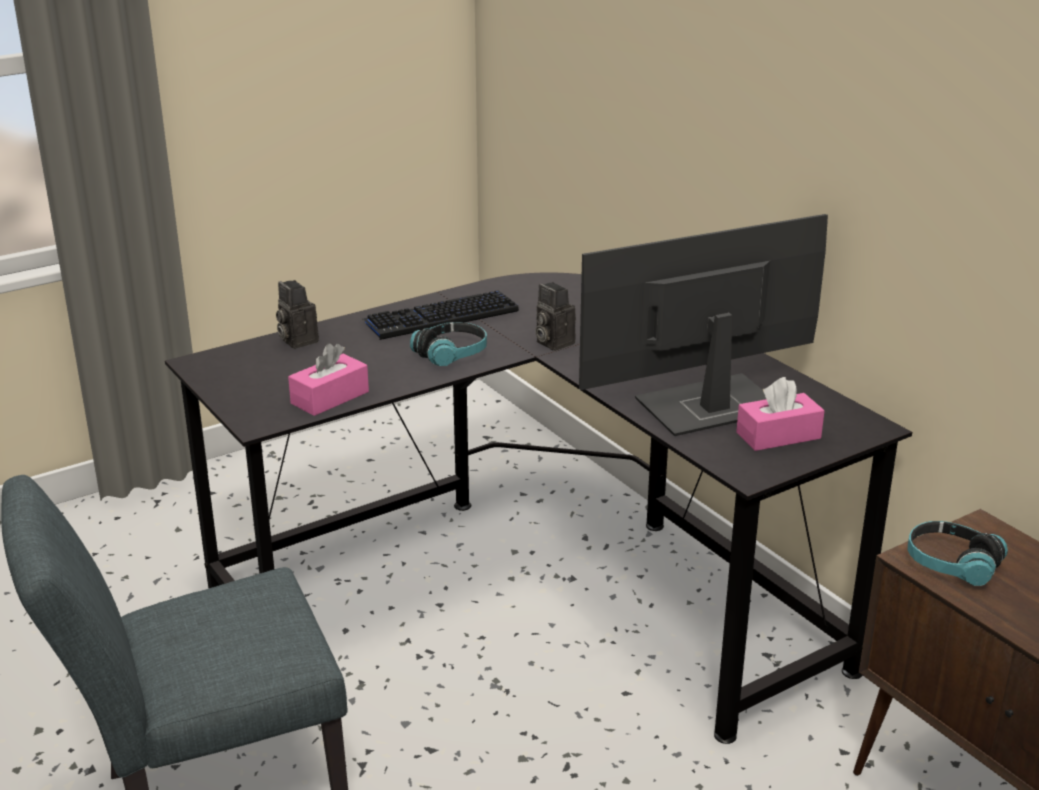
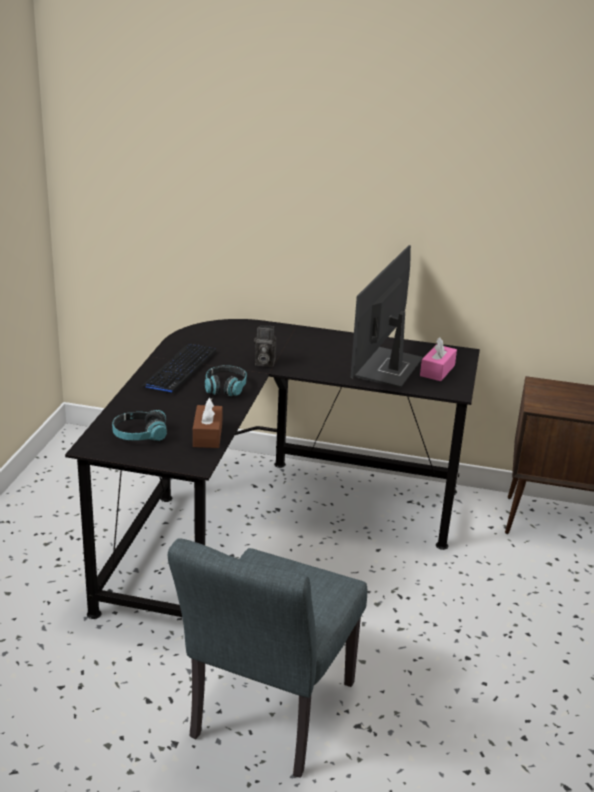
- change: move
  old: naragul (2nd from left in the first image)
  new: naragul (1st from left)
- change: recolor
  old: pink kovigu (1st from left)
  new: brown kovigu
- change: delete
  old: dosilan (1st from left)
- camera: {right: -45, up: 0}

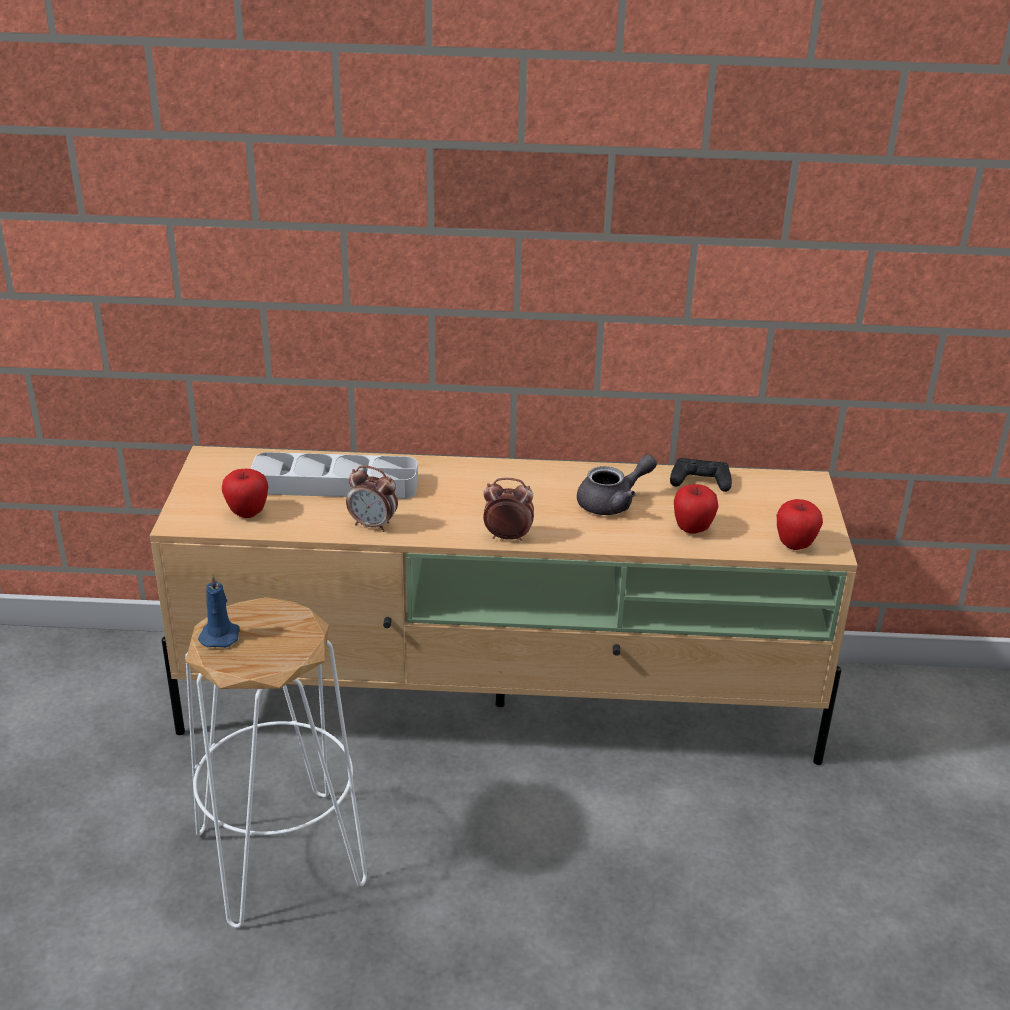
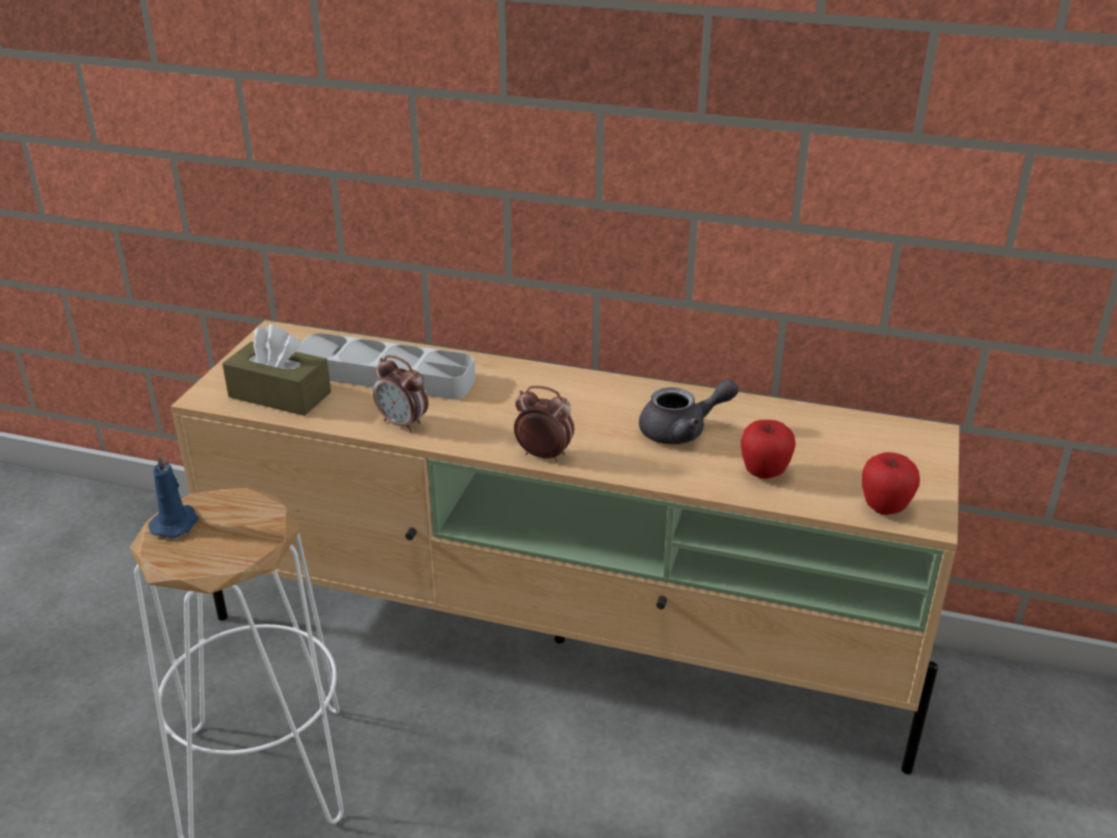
- change: replace
  old: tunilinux (1st from left)
  new: brown kovigu
- change: delete
  old: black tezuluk
- camera: {right: 15, up: 0}

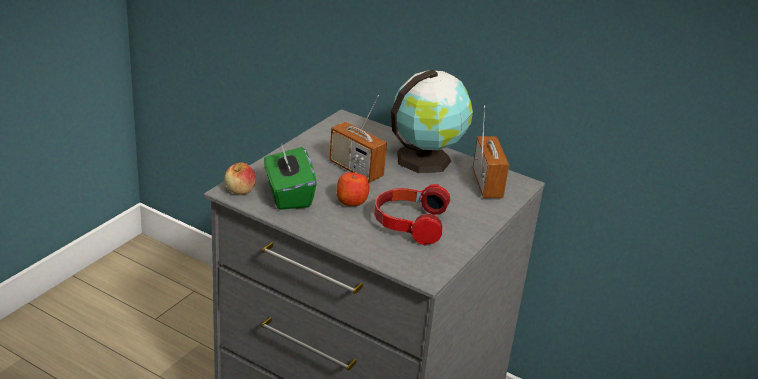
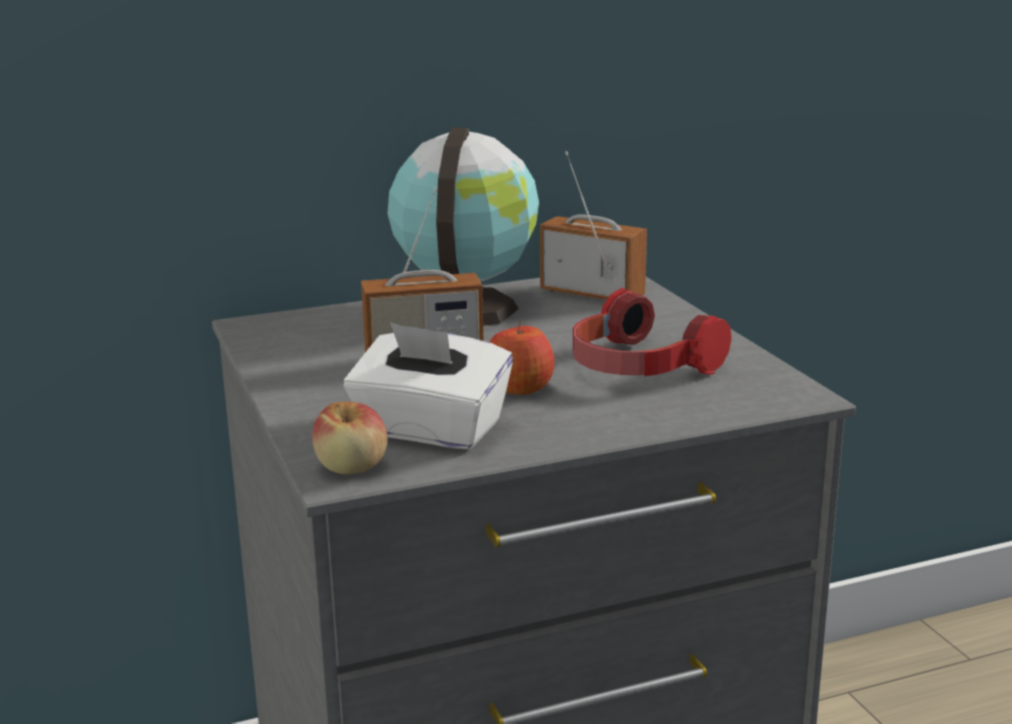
- change: recolor
  old: green kovigu
  new: white kovigu
- camera: {right: -50, up: -10}

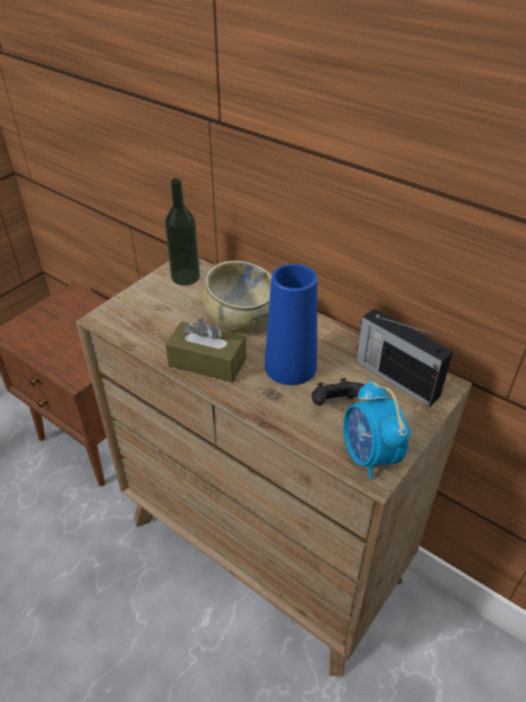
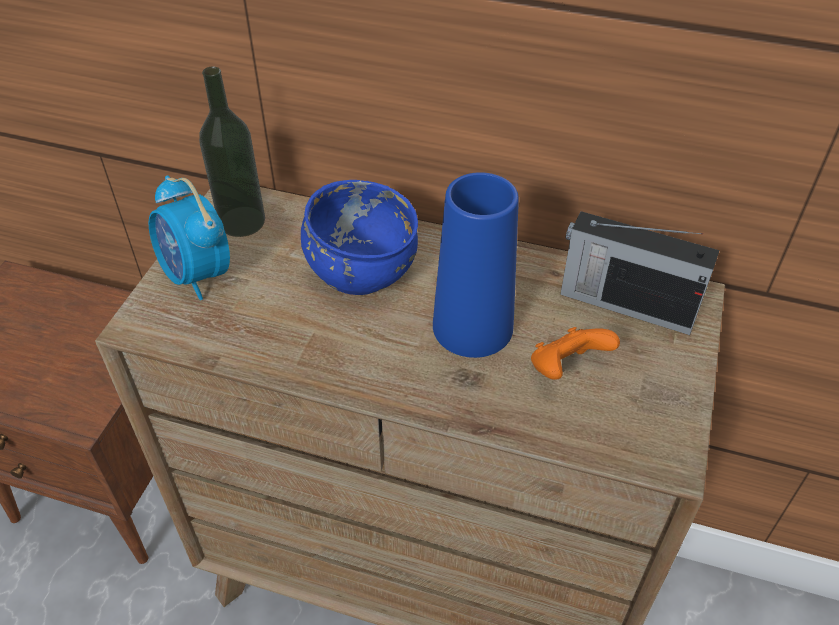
- change: move
  old: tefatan
- change: recolor
  old: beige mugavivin
  new: blue mugavivin
- change: recolor
  old: black tezuluk
  new: orange tezuluk
- change: delete
  old: brown kovigu
- camera: {right: -20, up: 5}

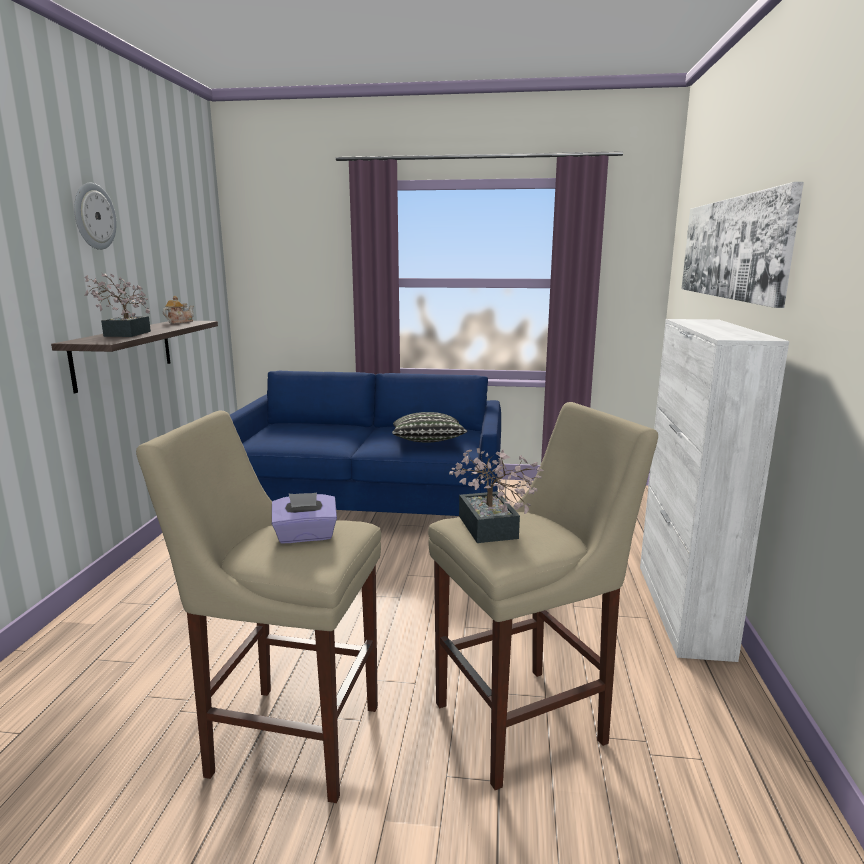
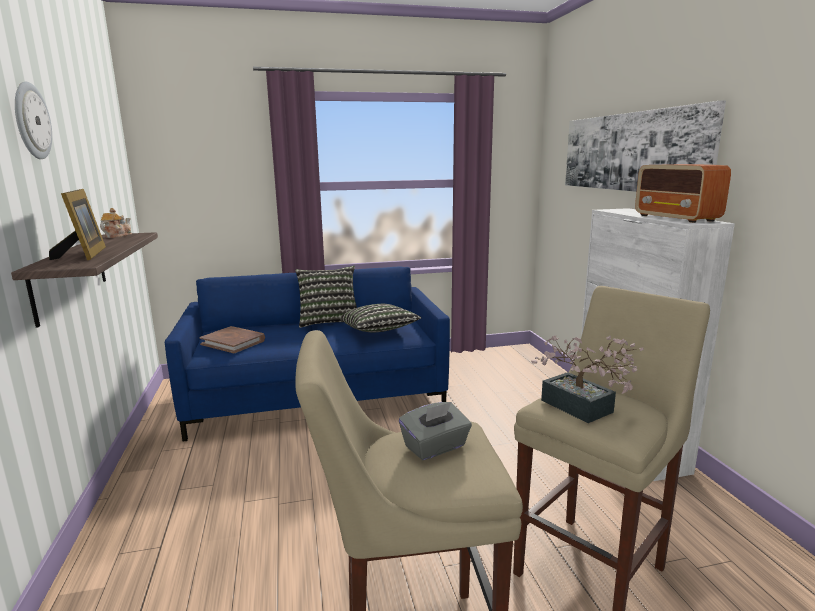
- change: replace
  old: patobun (1st from left)
  new: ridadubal
- change: insert
  new: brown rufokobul
- change: insert
  new: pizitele (1st from left)
- change: recolor
  old: purple kovigu
  new: grey kovigu
- change: insert
  new: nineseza
- camera: {right: -20, up: 0}

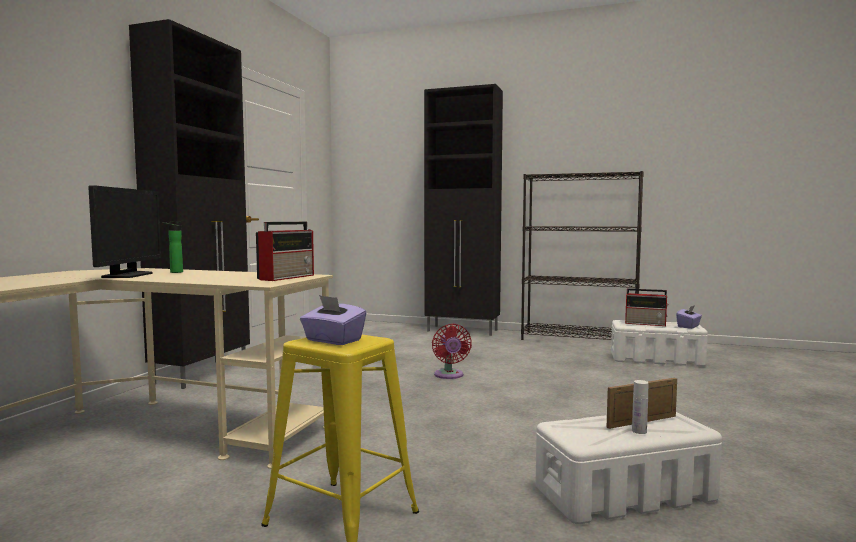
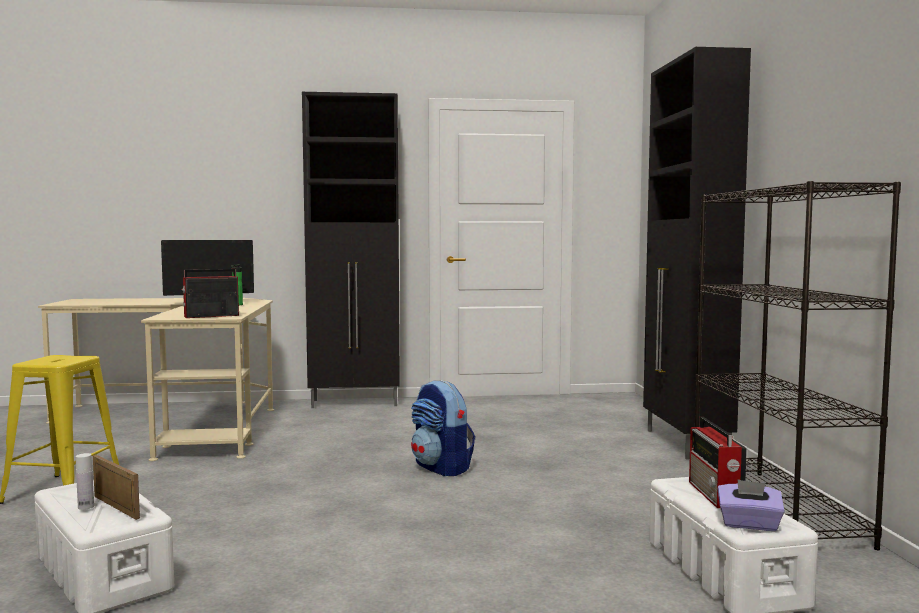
- change: rotate
  old: nineseza (1st from left)
  degrees: 150
- change: replace
  old: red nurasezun
  new: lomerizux
- change: delete
  old: purple kovigu (1st from left)
- camera: {right: 65, up: 0}

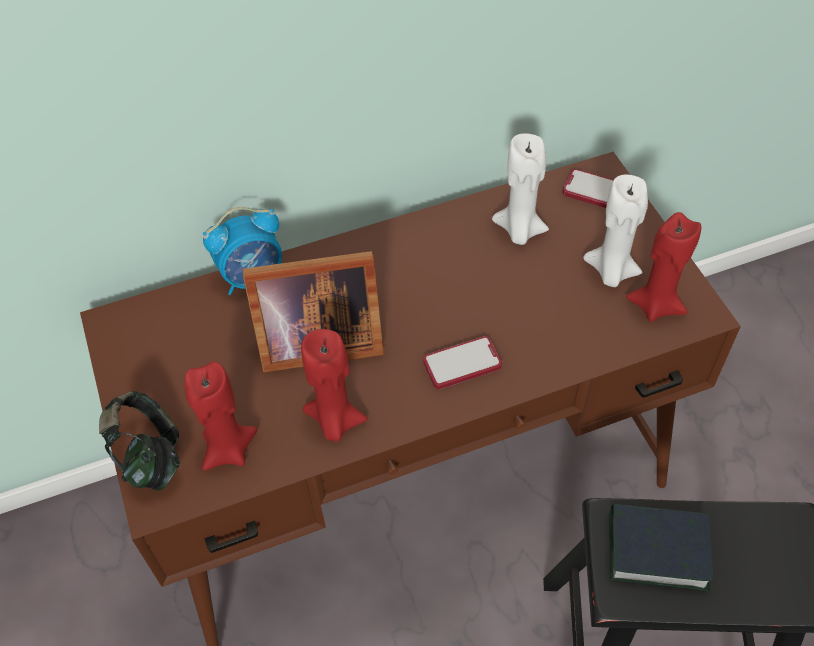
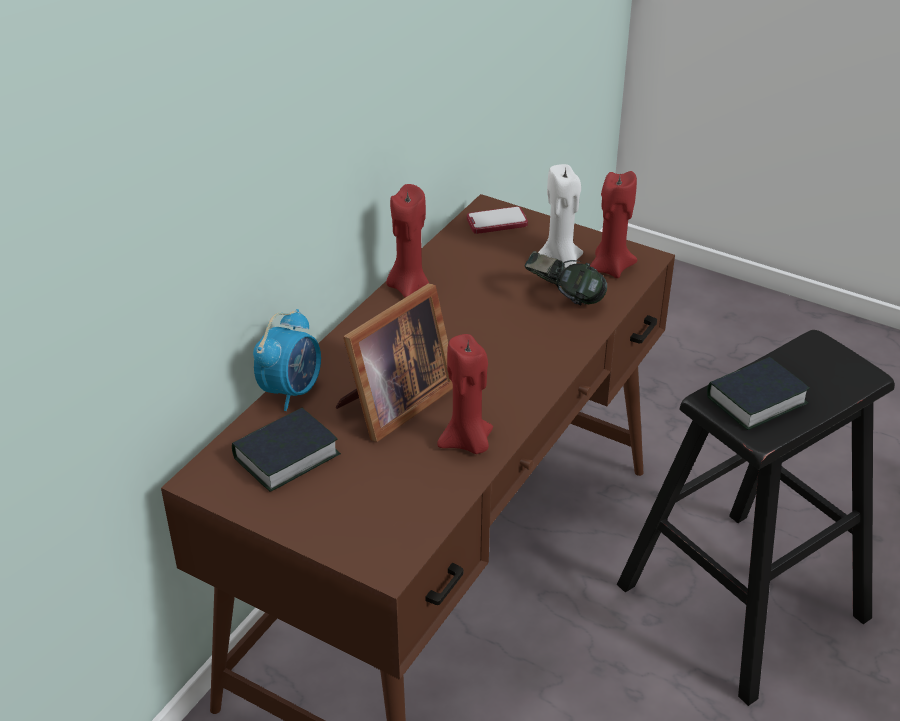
- change: insert
  new: rufokobul (1st from left)
- change: move
  old: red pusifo (1st from left)
- change: move
  old: naragul
- change: delete
  old: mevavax (1st from left)
- change: delete
  old: white pusifo (1st from left)
- camera: {right: -40, up: -15}

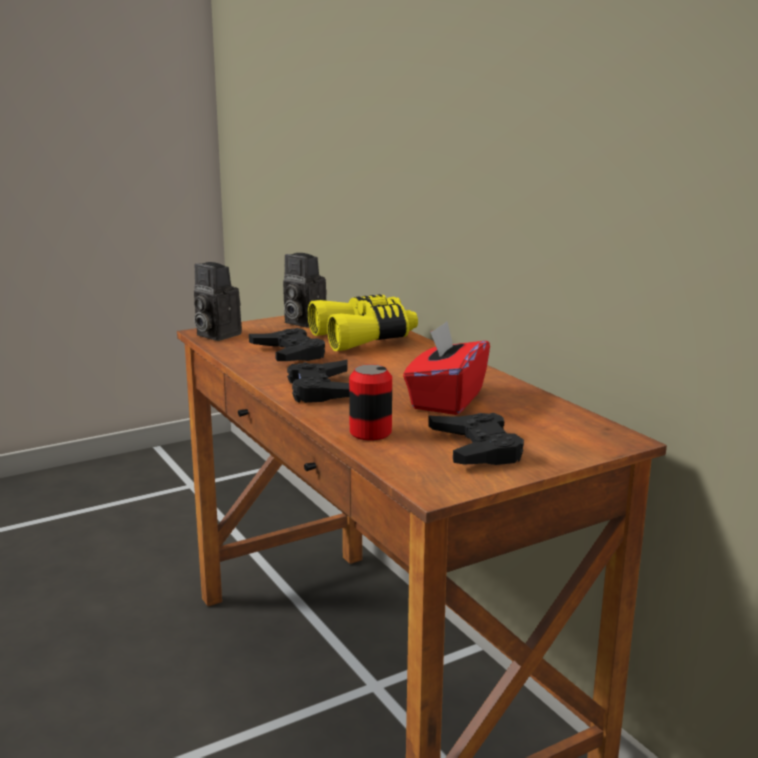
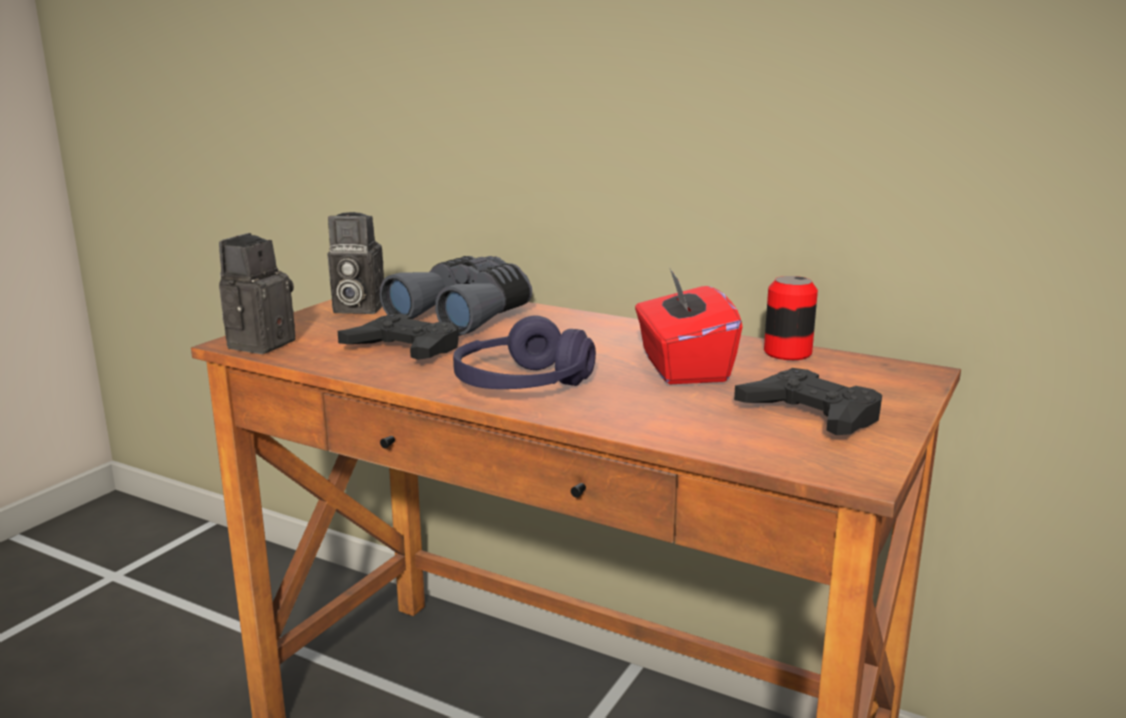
- change: rotate
  old: dosilan (1st from left)
  degrees: 105
- change: recolor
  old: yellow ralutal
  new: grey ralutal
- change: replace
  old: black tezuluk (2nd from left)
  new: purple naragul
- change: move
  old: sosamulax
- camera: {right: -30, up: 0}

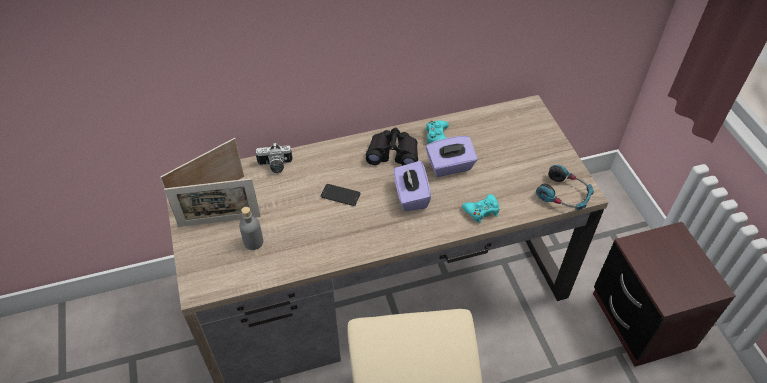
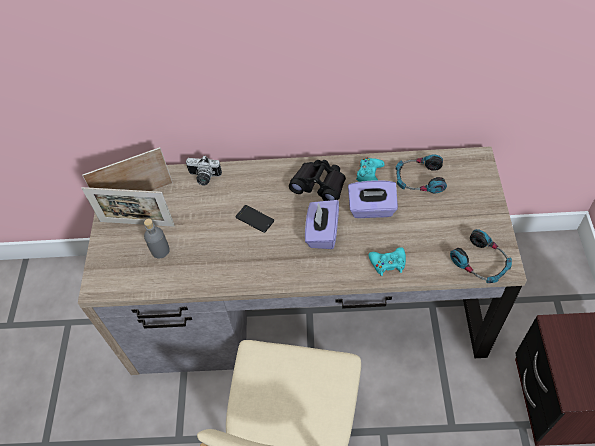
- change: insert
  new: naragul (1st from left)
- camera: {right: 20, up: 5}

